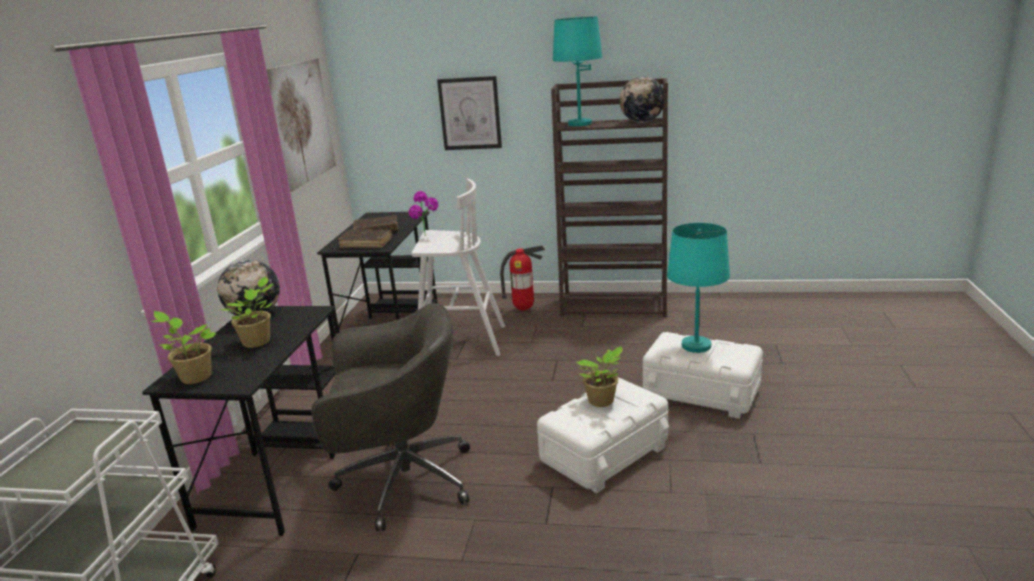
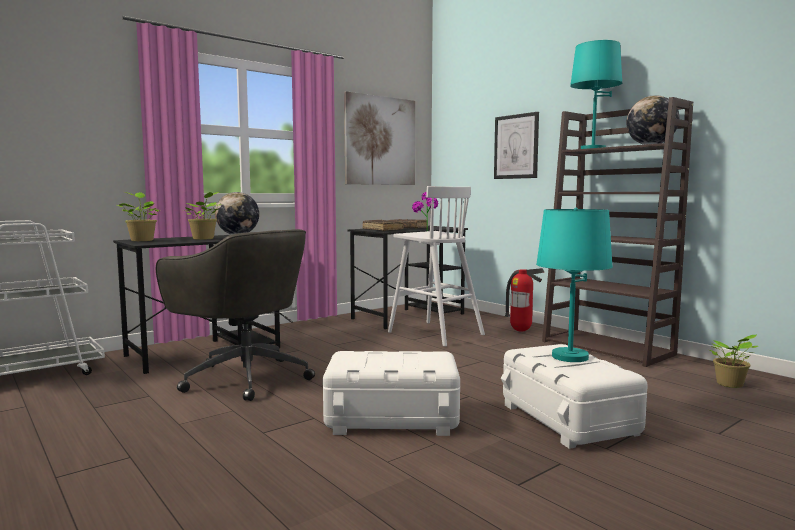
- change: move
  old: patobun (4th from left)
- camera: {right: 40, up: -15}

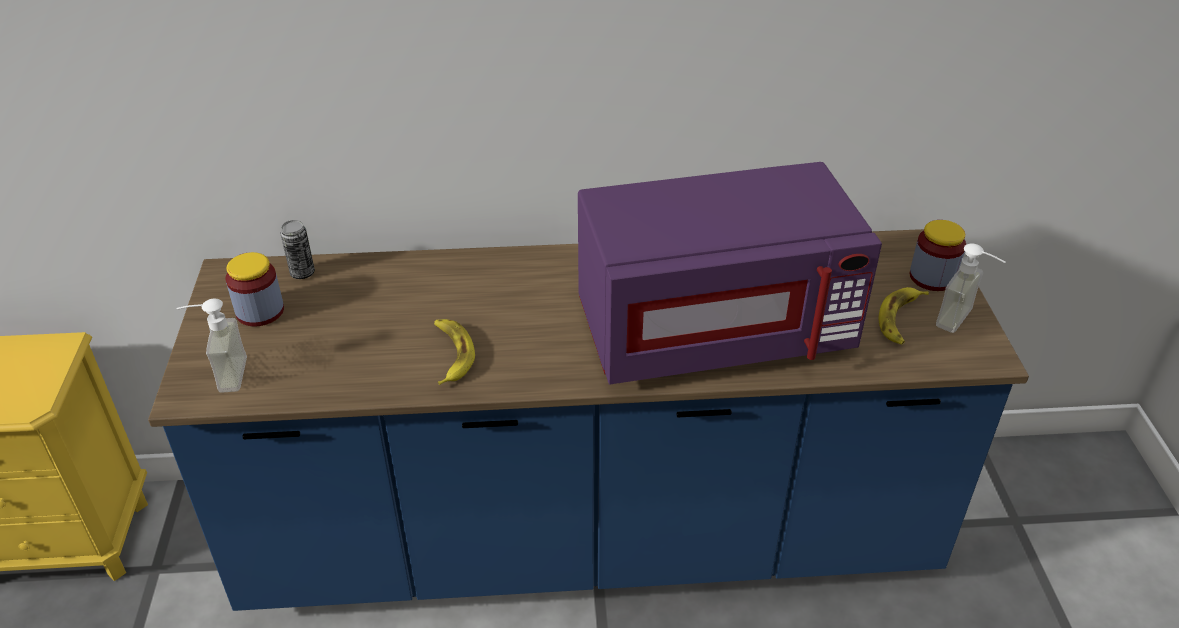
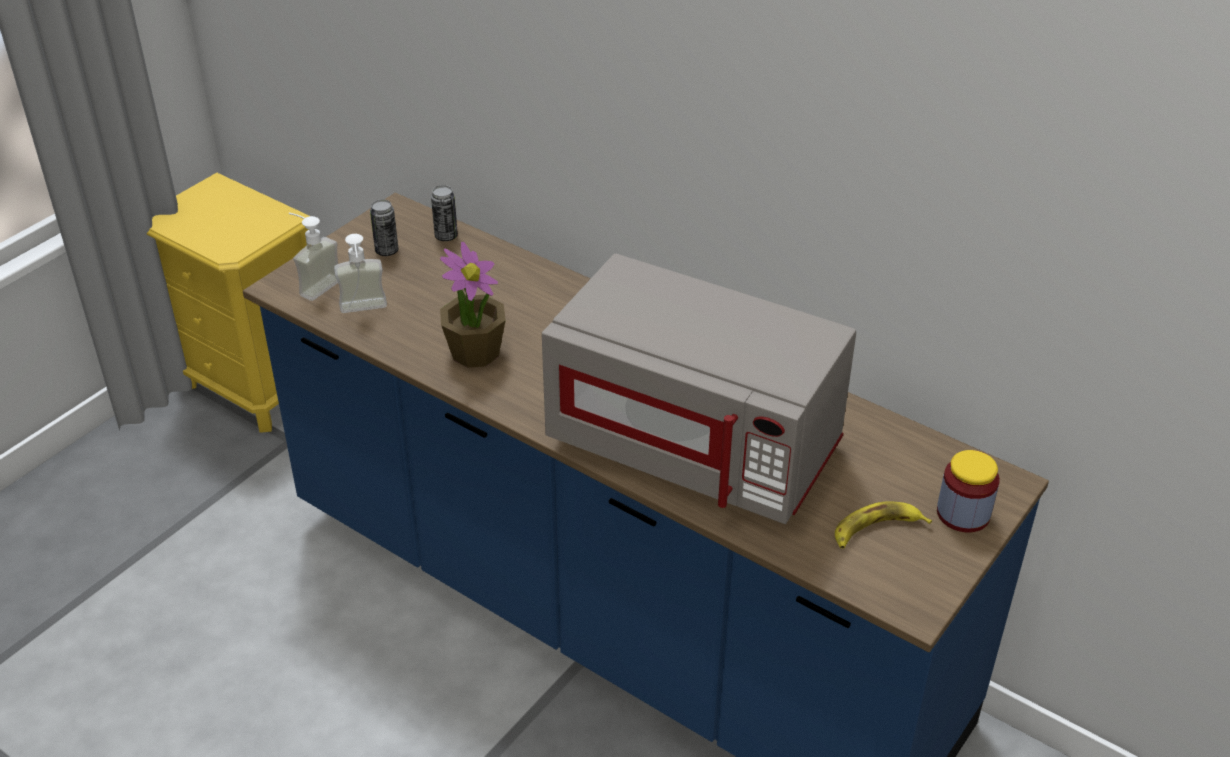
- change: move
  old: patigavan (2nd from left)
- change: replace
  old: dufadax (1st from left)
  new: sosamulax (1st from left)
- change: replace
  old: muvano (1st from left)
  new: patobun
- change: recolor
  old: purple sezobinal
  new: grey sezobinal
- camera: {right: 40, up: 0}

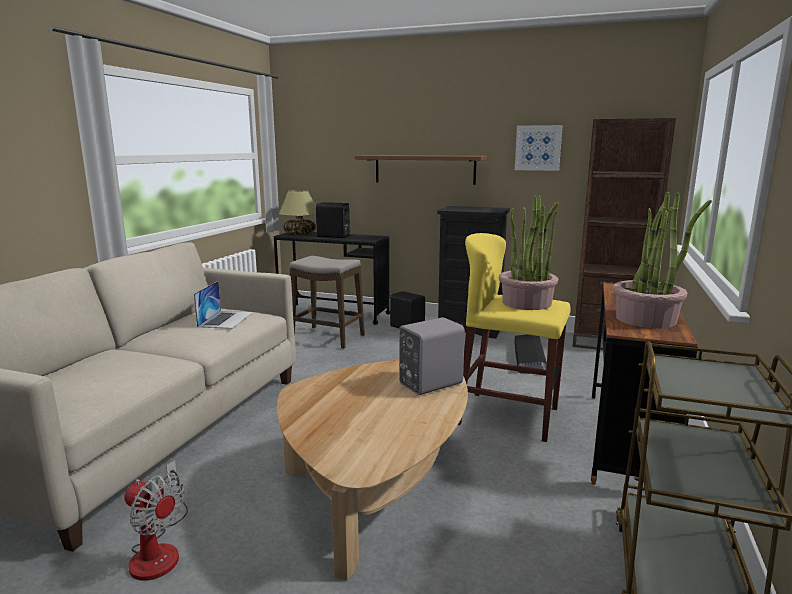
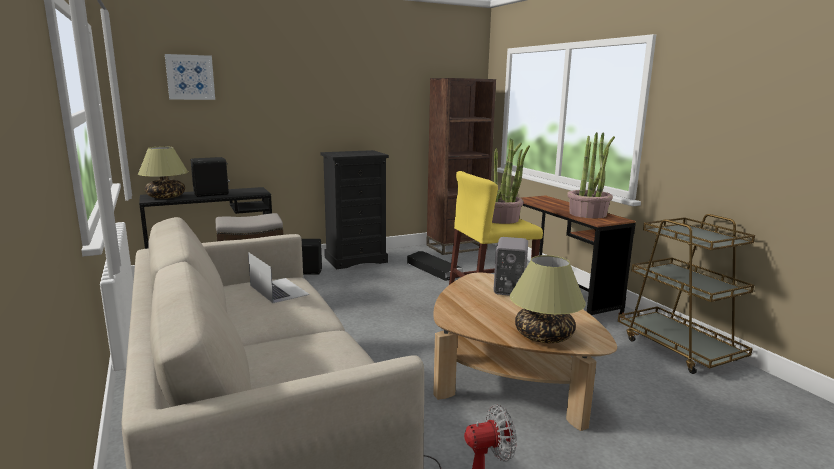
- change: move
  old: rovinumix
- change: insert
  new: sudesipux (2nd from left)
- change: delete
  old: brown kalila
- camera: {right: -45, up: 0}

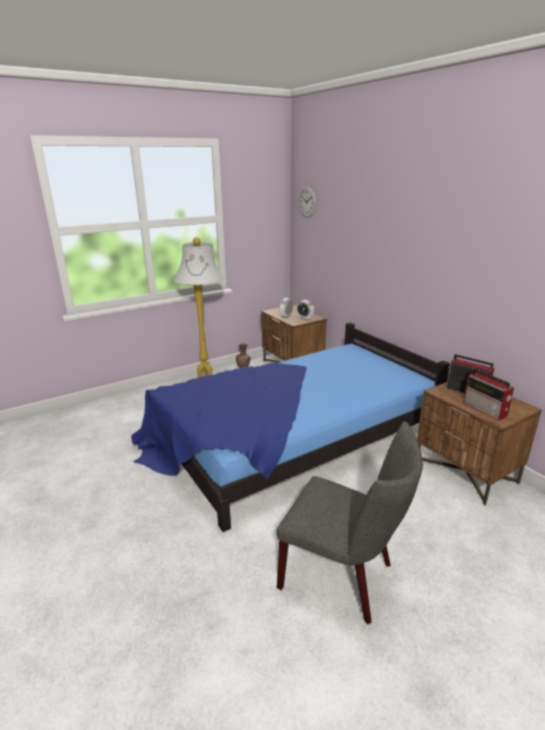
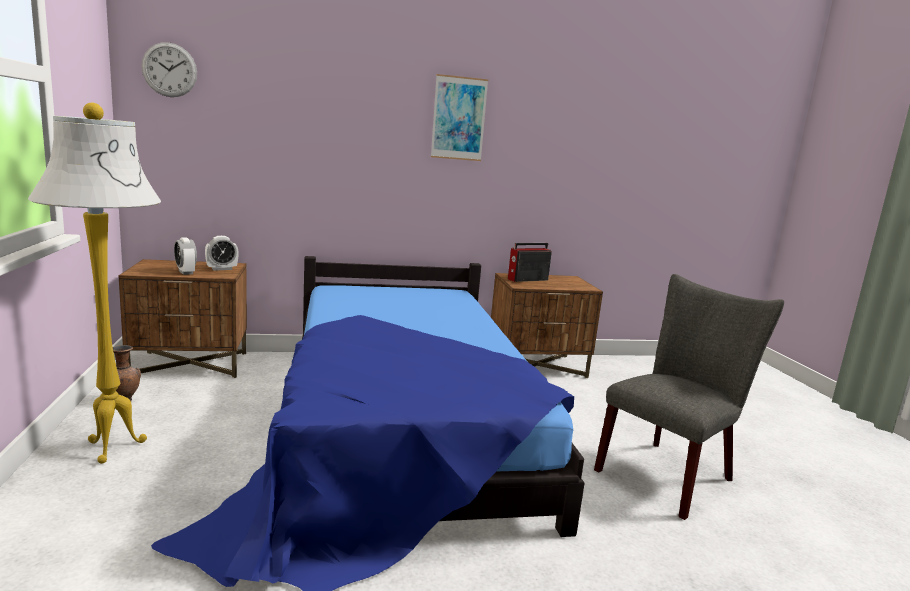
- change: insert
  new: rovinumix
- change: delete
  old: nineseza (2nd from left)
- camera: {right: -70, up: -10}

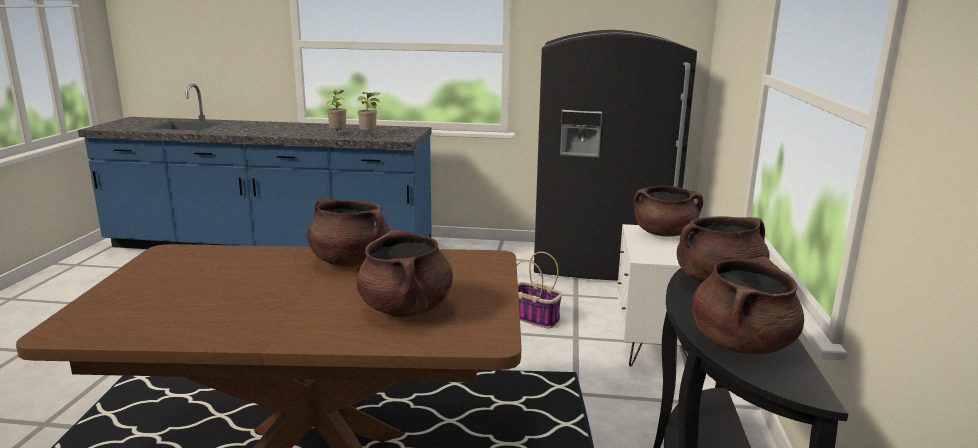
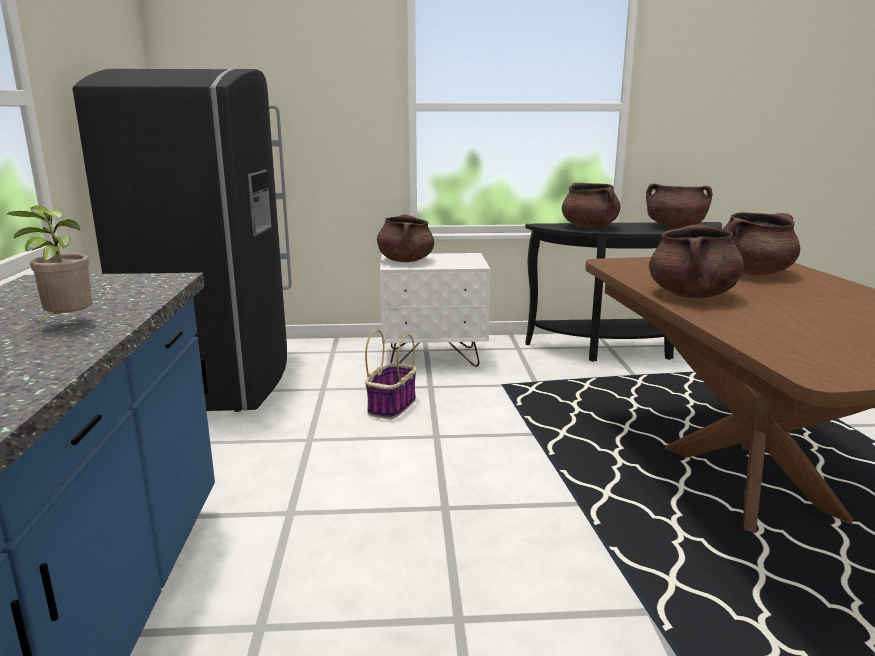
- change: delete
  old: patobun (2nd from left)
- camera: {right: -100, up: 0}

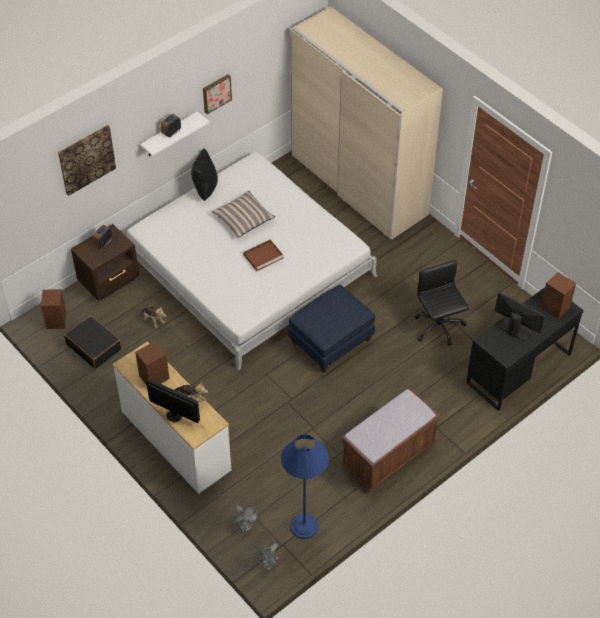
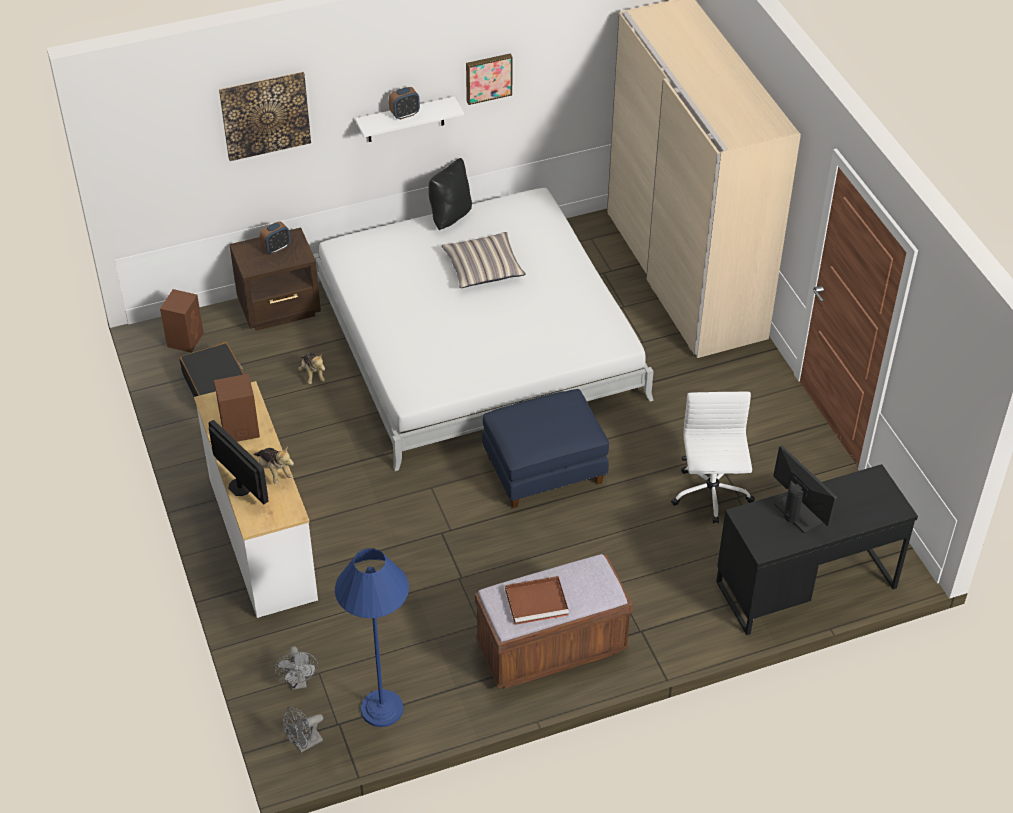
- change: move
  old: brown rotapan
- change: recolor
  old: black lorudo
  new: white lorudo
- change: delete
  old: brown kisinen (3rd from left)
- camera: {right: 20, up: -5}

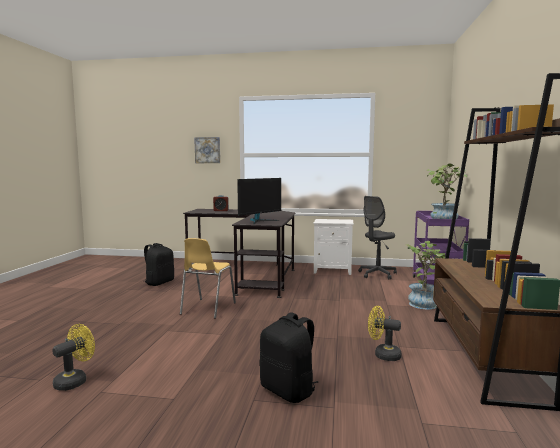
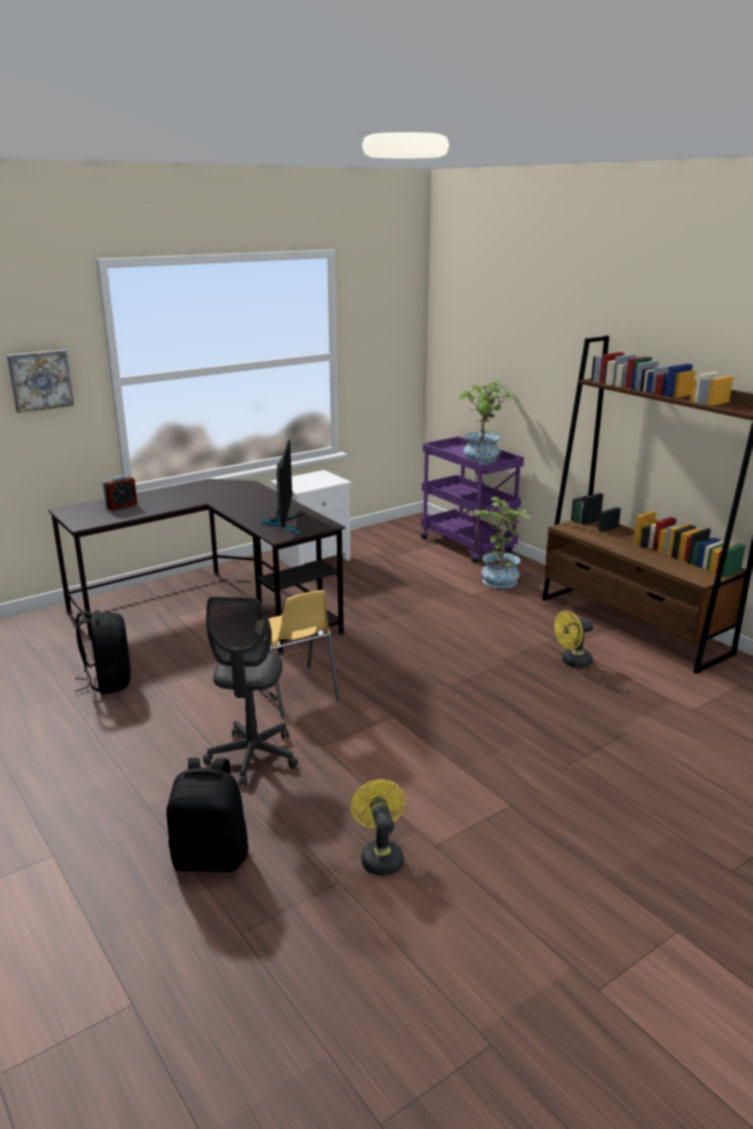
- change: move
  old: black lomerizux (2nd from left)
- change: move
  old: grey lorudo
- camera: {right: -45, up: 15}

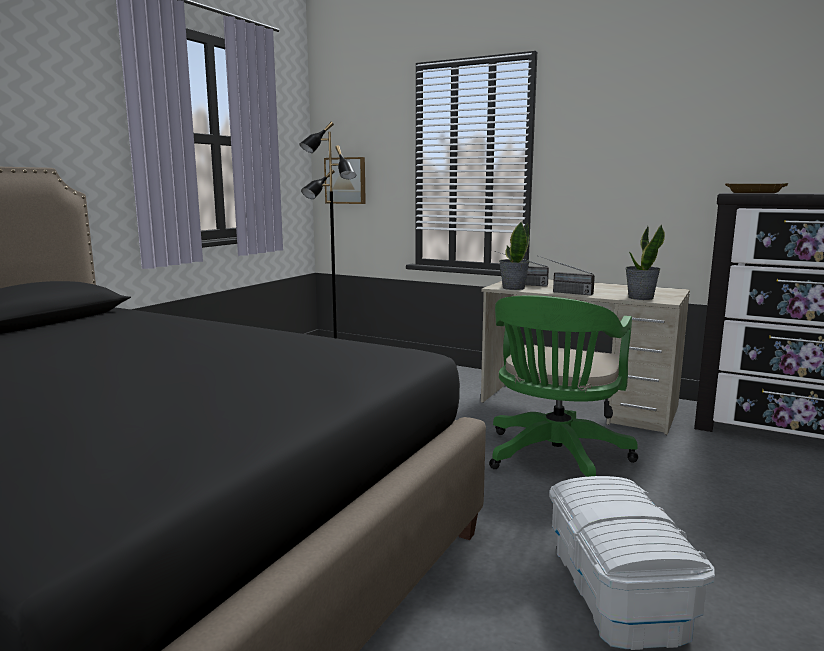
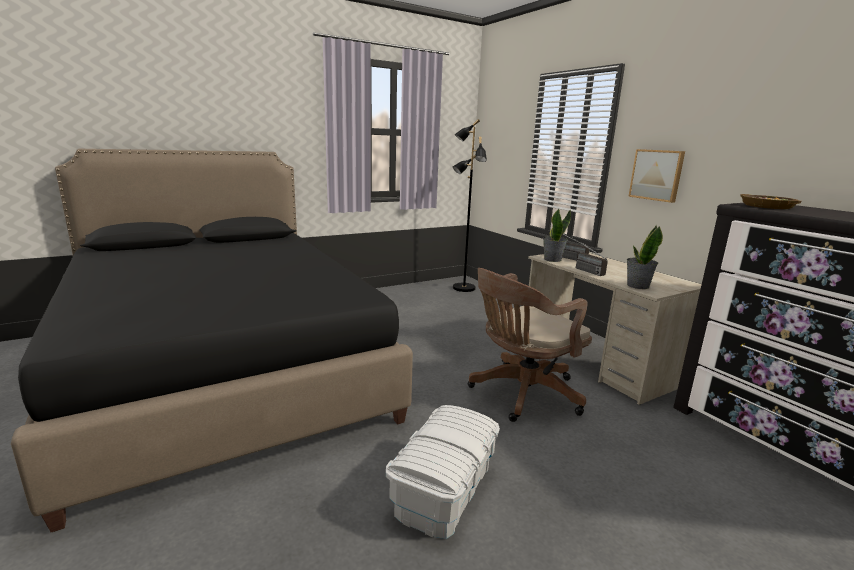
- change: recolor
  old: green lorudo
  new: brown lorudo
- change: move
  old: rovinumix
- camera: {right: 30, up: 5}

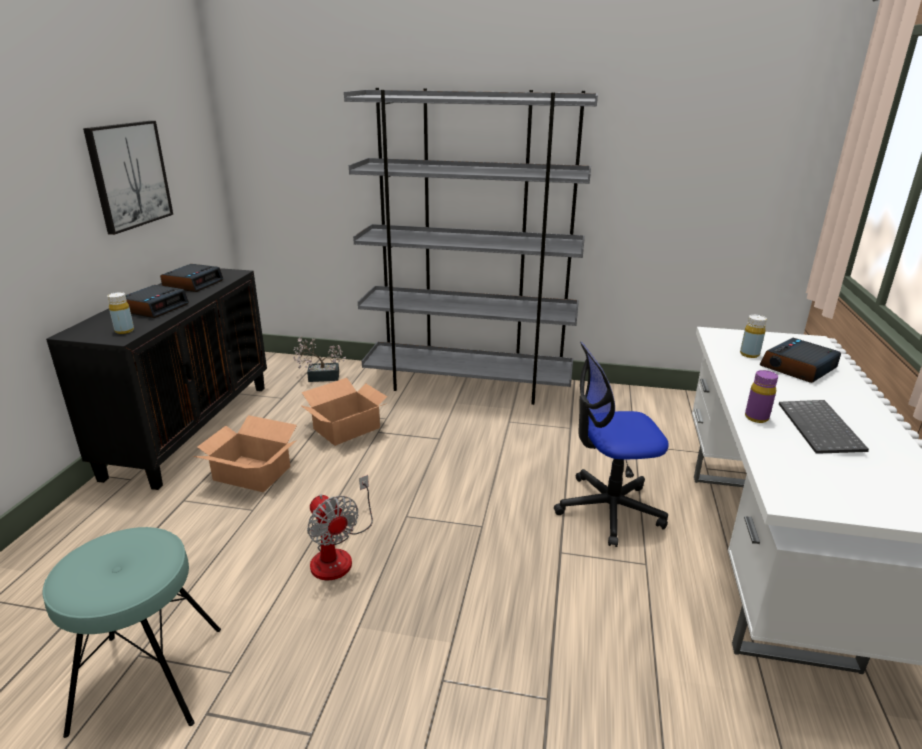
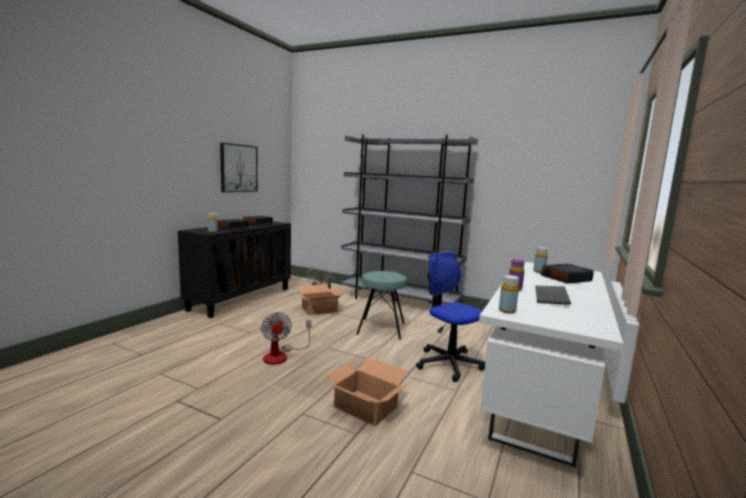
- change: move
  old: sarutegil (1st from left in the first image)
  new: sarutegil (2nd from left)
- change: move
  old: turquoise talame
- change: rotate
  old: lorudo
  degrees: 45
- change: insert
  new: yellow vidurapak (2nd from left)
- camera: {right: 15, up: -15}

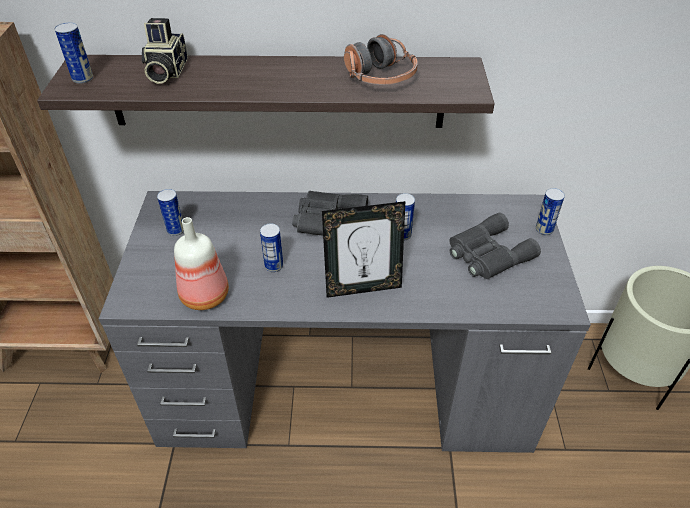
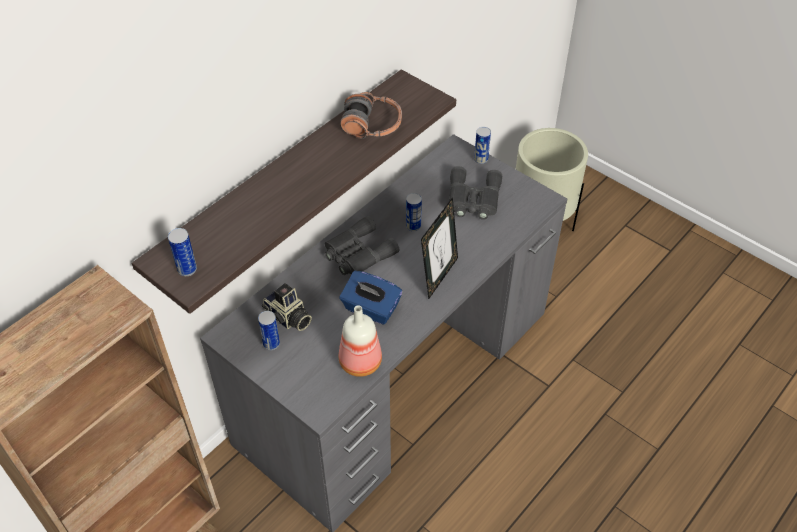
- change: move
  old: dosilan
- change: replace
  old: sosamulax (3rd from left)
  new: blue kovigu
- camera: {right: -50, up: 5}

